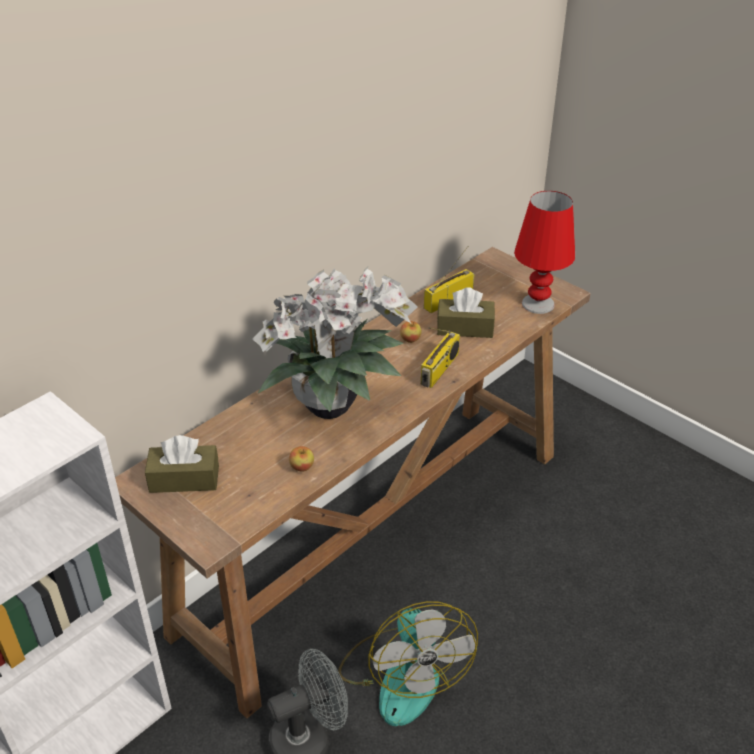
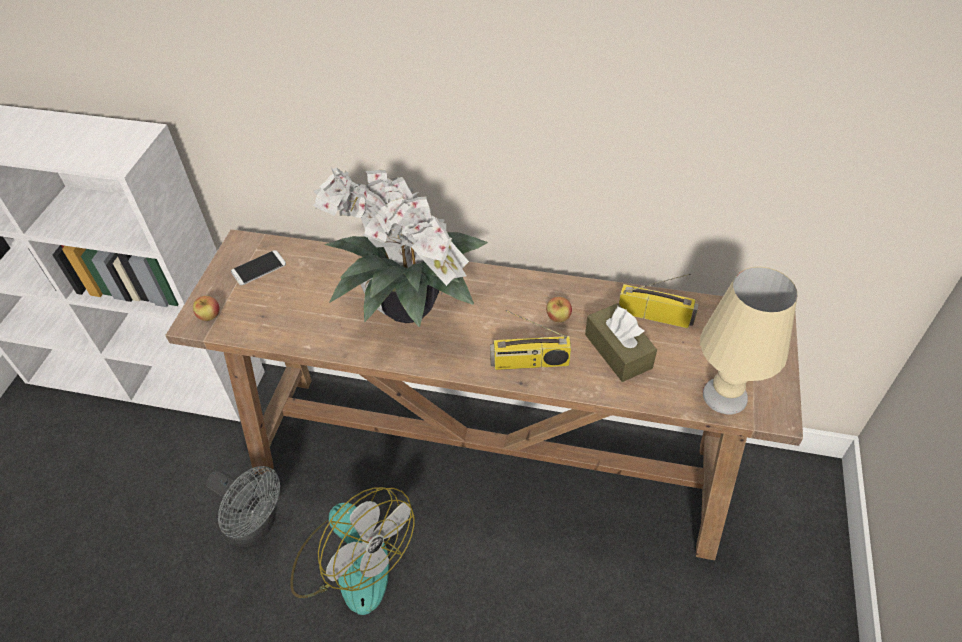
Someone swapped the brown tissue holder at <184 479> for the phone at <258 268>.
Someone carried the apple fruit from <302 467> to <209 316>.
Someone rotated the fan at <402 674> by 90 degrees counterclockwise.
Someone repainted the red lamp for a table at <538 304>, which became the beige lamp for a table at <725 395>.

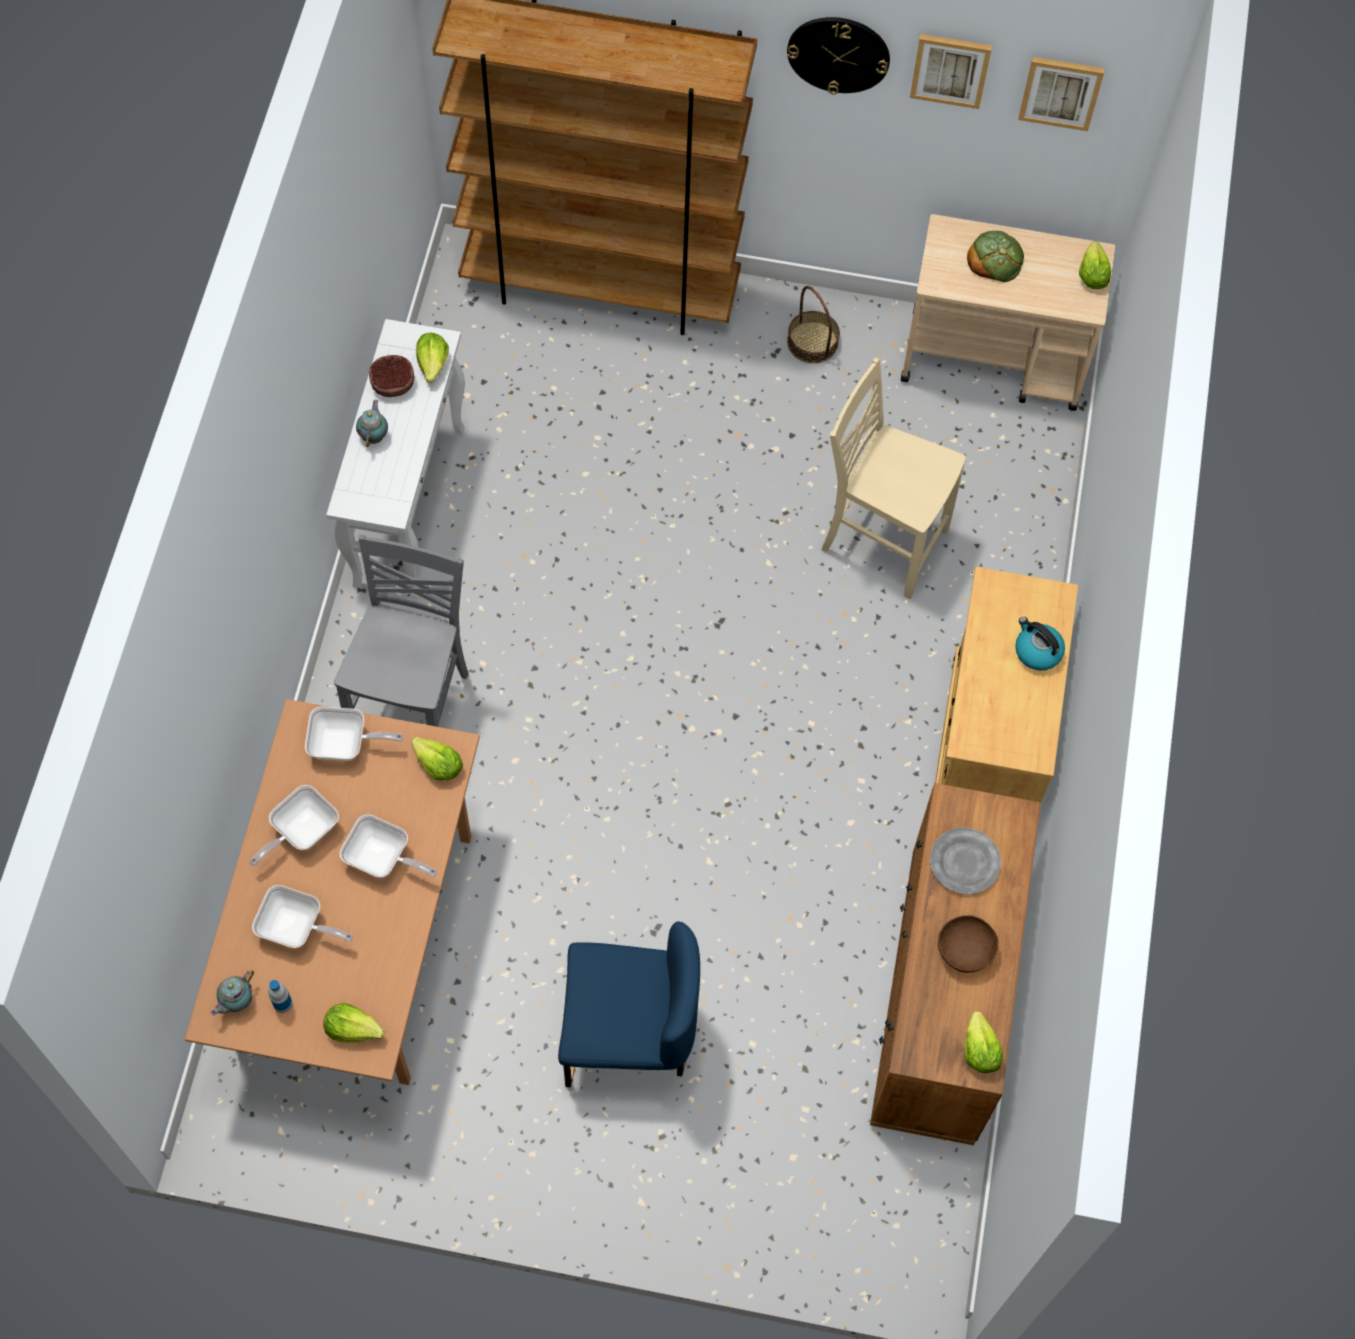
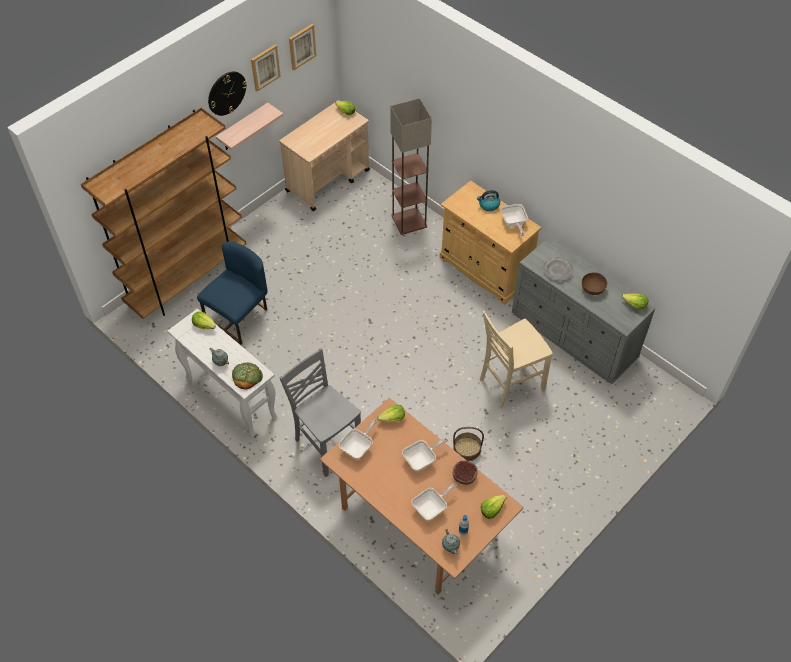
Someone carried the skillet from <301 832> to <513 224>.
Someone carried the deep dish from <392 383> to <464 476>.
Someone carried the blue-coloured upright chair from <628 1035> to <239 317>.
Someone carried the basket from <812 342> to <467 449>.
Someone carried the beige upright chair from <881 540> to <509 384>.
Someone repainted the brown dresser at <940 998>, which became the gray dresser at <574 336>.
Someone carried the bread from <995 259> to <247 376>.
Someone put up the wall shelf at <243 128>.
Someone put down the standard lamp at <409 221>.

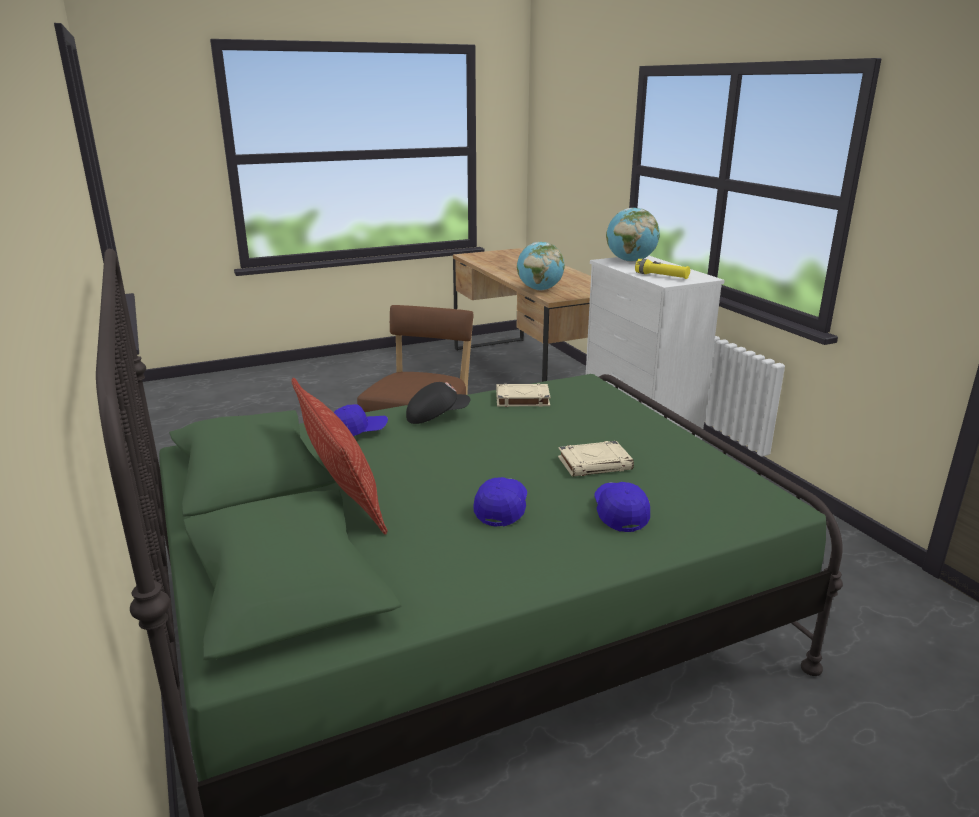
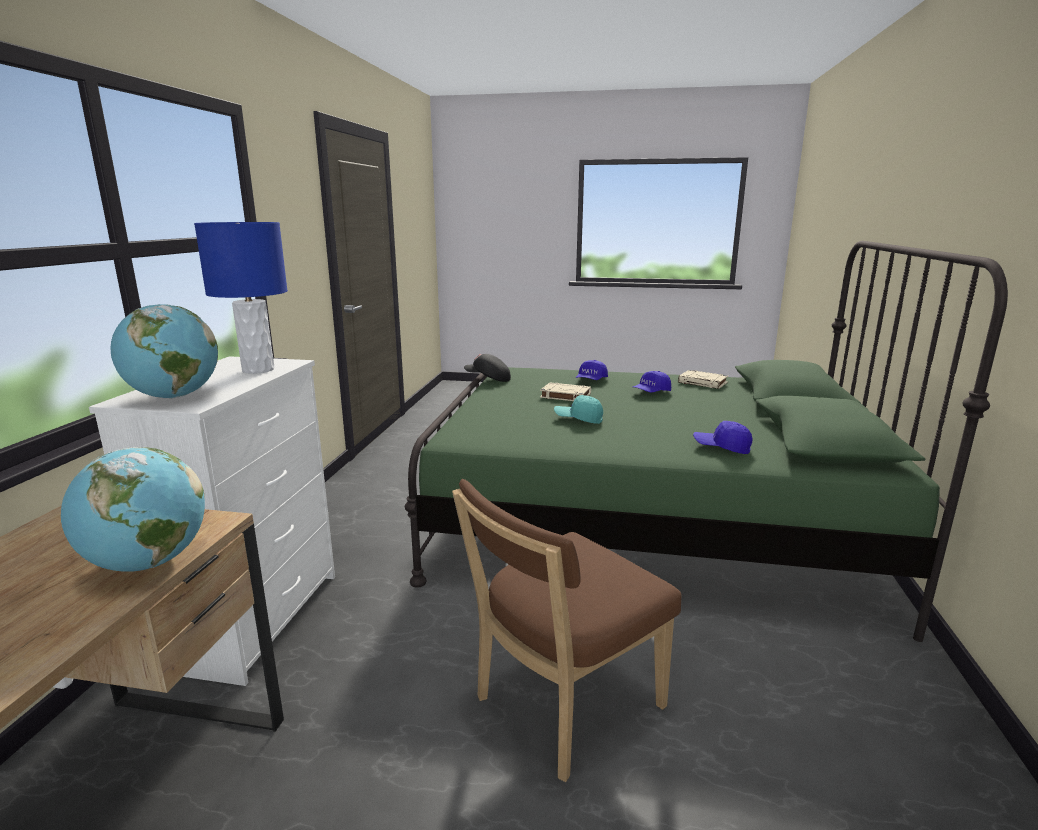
Someone took away the throw pillow at <342 493>.
Someone carried the black-coloured baseball cap from <436 416> to <488 379>.
Someone carried the beige bound book from <521 399> to <703 383>.
Someone swapped the yellow flashlight at <661 276> for the blue-coloured lamp for a table at <258 369>.
Someone put down the blue-green baseball cap at <578 419>.

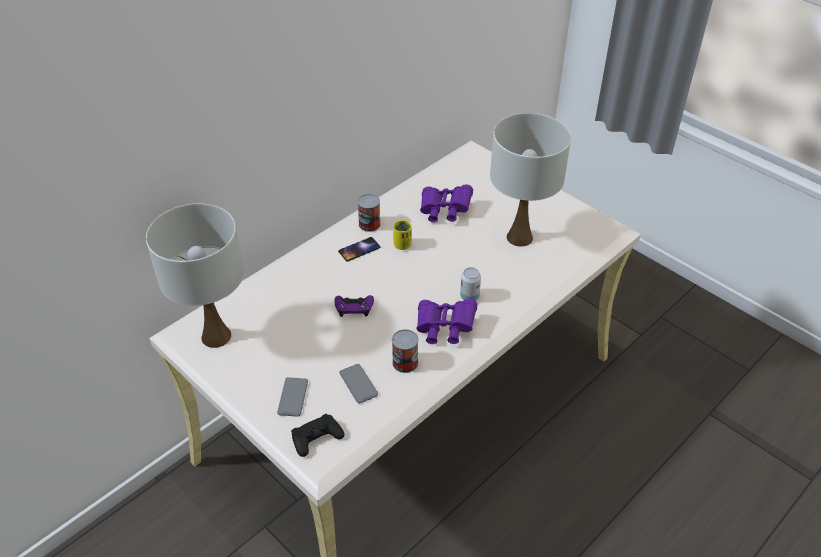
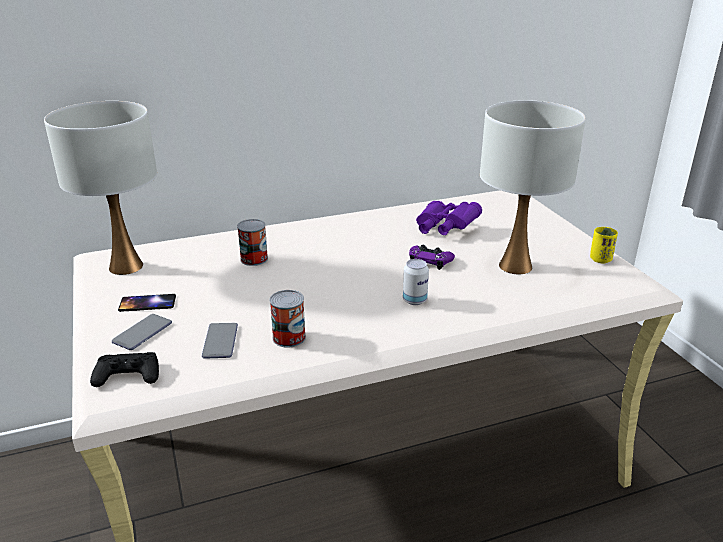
Someone carried the purple gamepad from <354 307> to <430 260>.
Someone carried the phone from <359 249> to <147 303>.
Someone carried the can from <369 224> to <254 259>.
Someone carried the yellow small cup from <402 245> to <600 259>.
Someone took away the purple pair of binoculars at <444 329>.

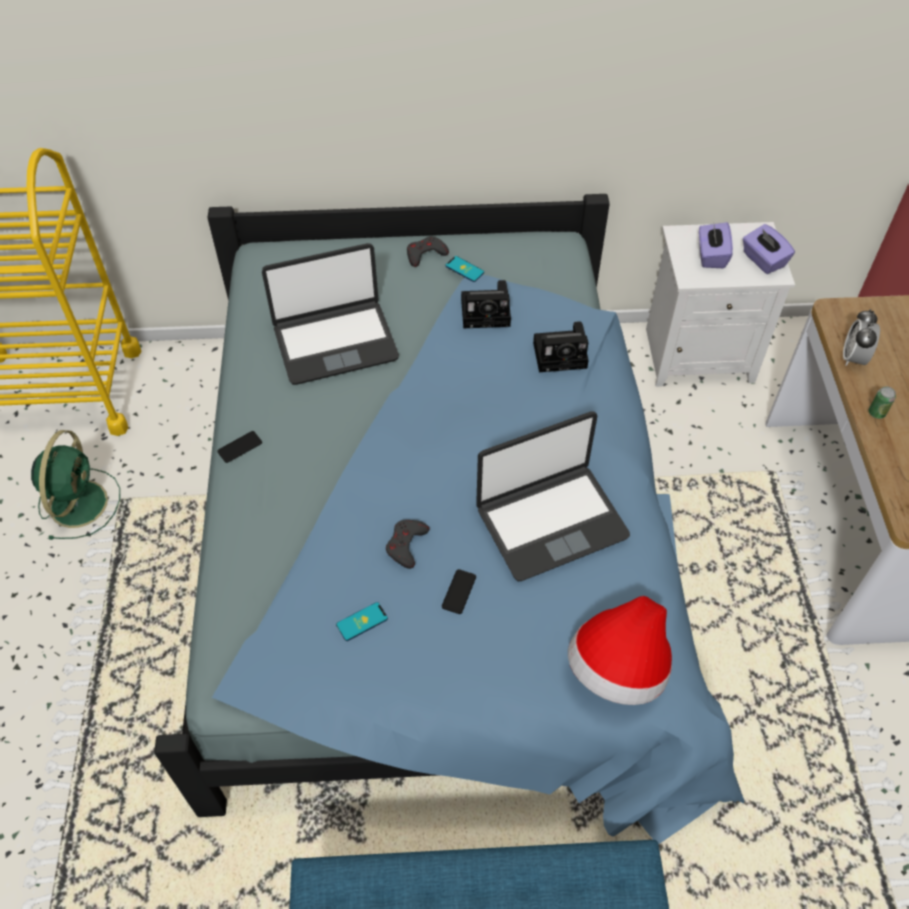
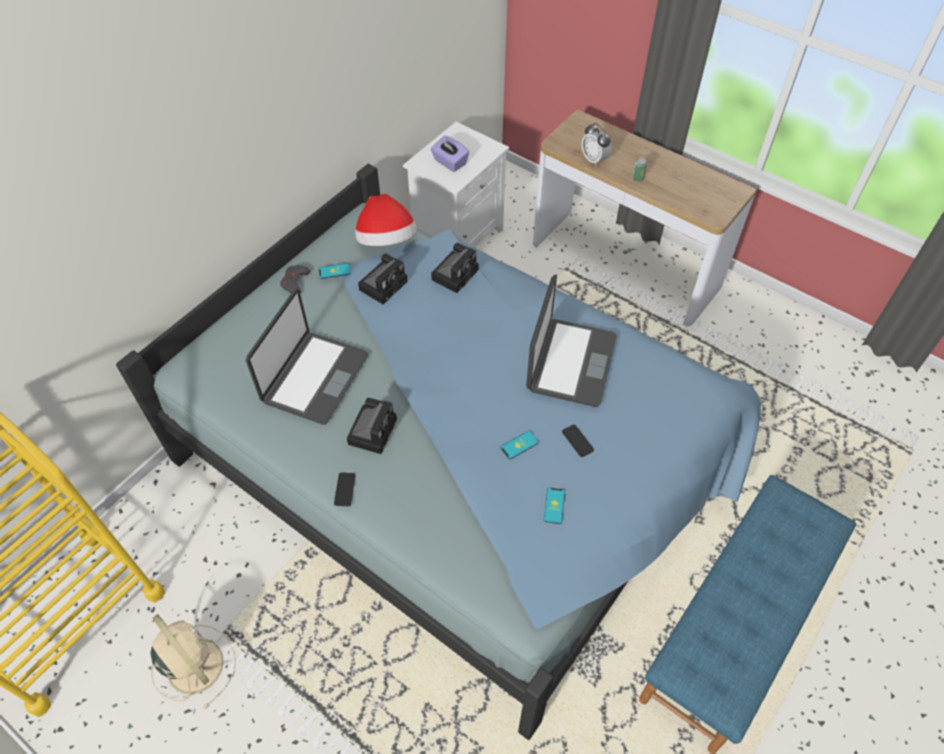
Someone repainted the green-coloured fan at <79 501>, which became the beige fan at <194 664>.
Someone swapped the gray gamepad at <406 545> for the phone at <519 445>.
Someone carried the clothing hat from <618 669> to <387 241>.
Someone took away the purple tissue holder at <763 260>.
Someone put down the photo camera at <373 429>.

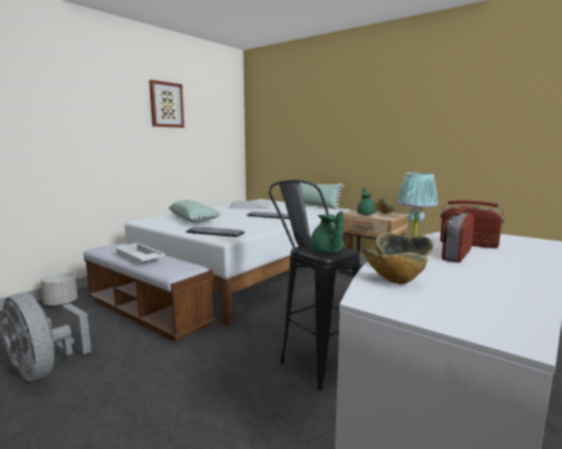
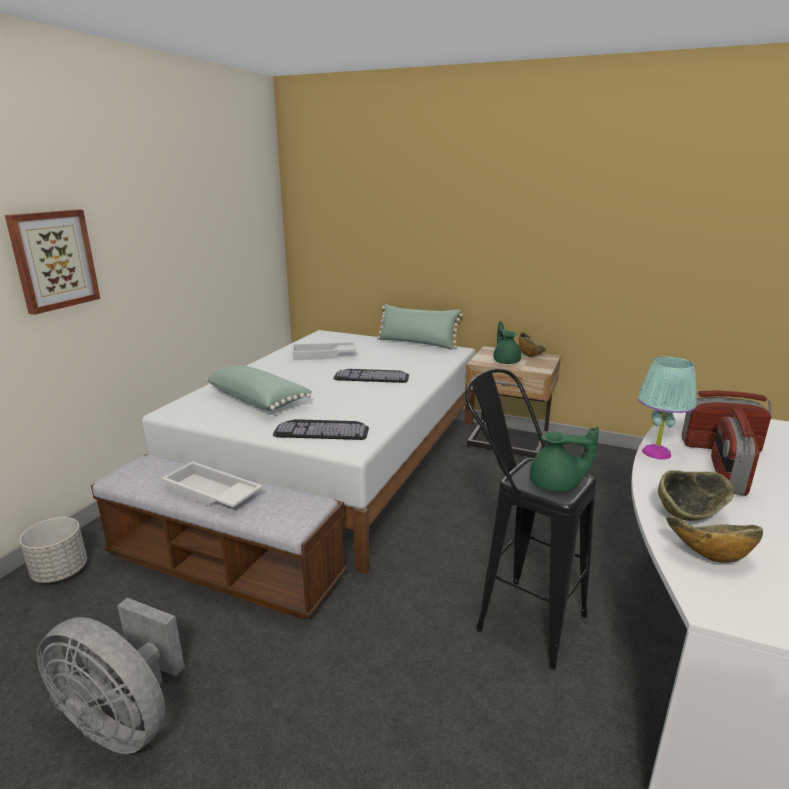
Someone carried the wall art from <166 105> to <53 260>.
Someone rotated the green-coloured pot for tea at <327 252> by 45 degrees counterclockwise.

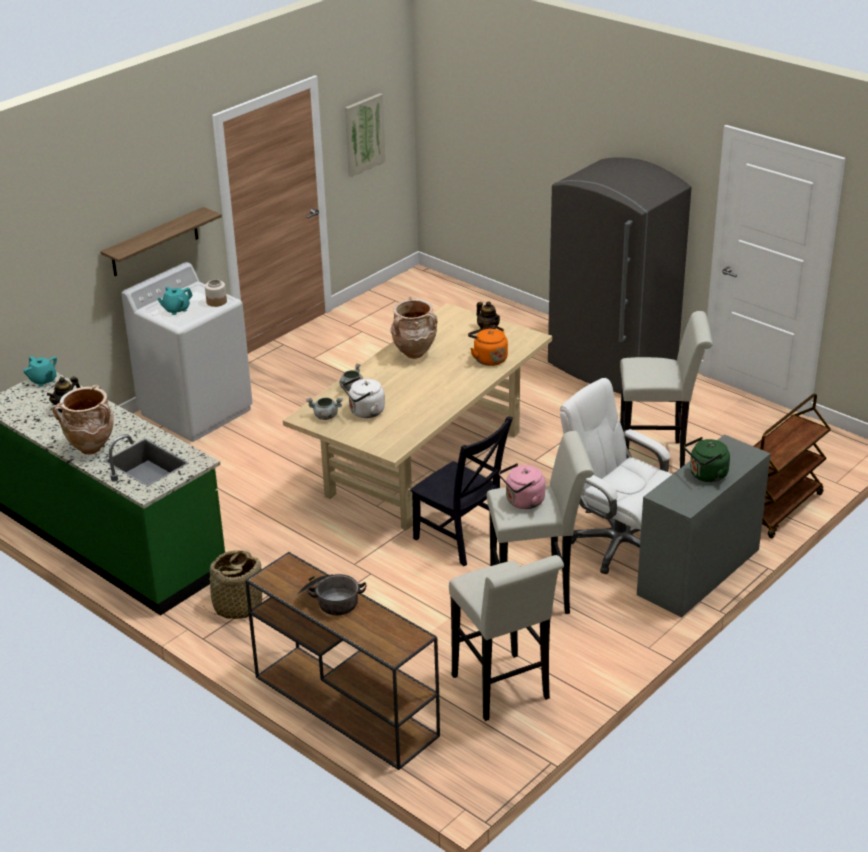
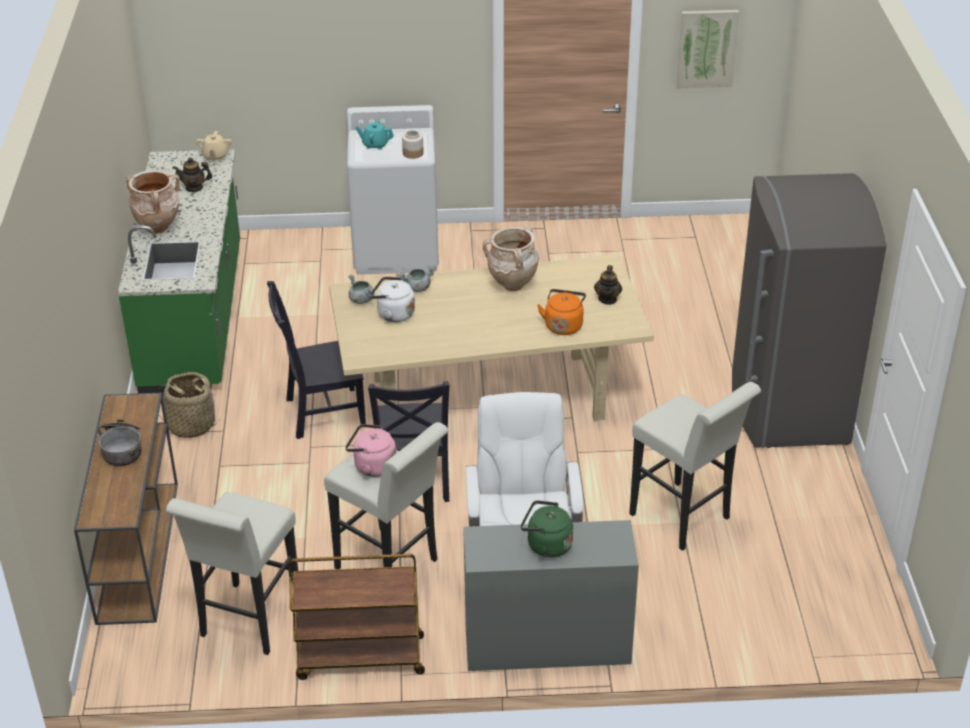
Someone repainted the blue-green pot for tea at <43 380>, which became the beige pot for tea at <215 156>.
Someone took away the wall shelf at <154 242>.
Someone carried the brown wheeled cart from <778 509> to <359 658>.
Someone put down the black-coloured upright chair at <321 413>.

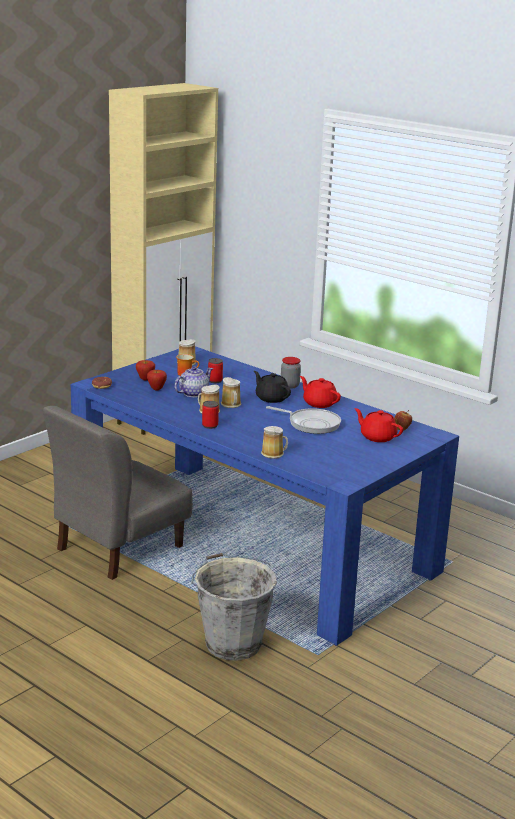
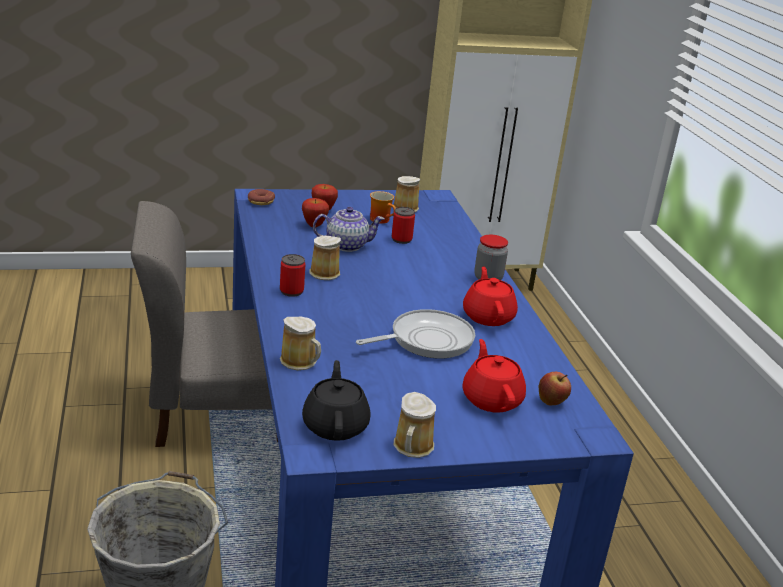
Someone carried the coffee mug from <231 405> to <412 447>.
Someone carried the black-coloured pot for tea from <271 398> to <335 425>.
Someone rotated the skillet at <311 424> by 90 degrees counterclockwise.

